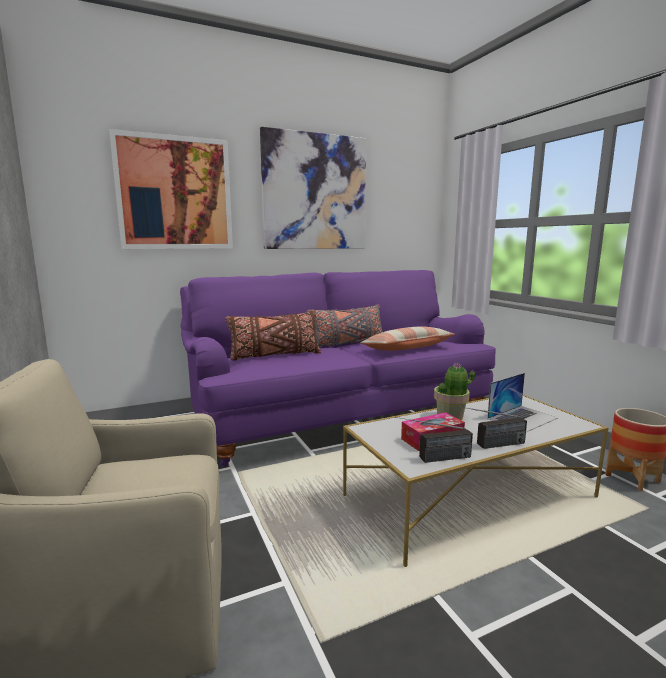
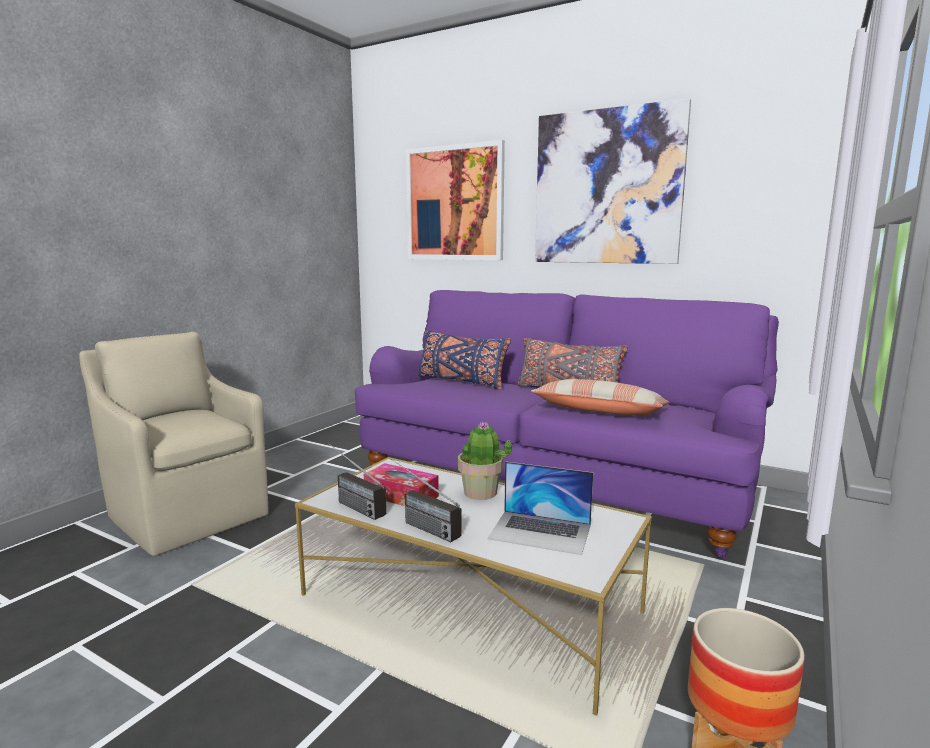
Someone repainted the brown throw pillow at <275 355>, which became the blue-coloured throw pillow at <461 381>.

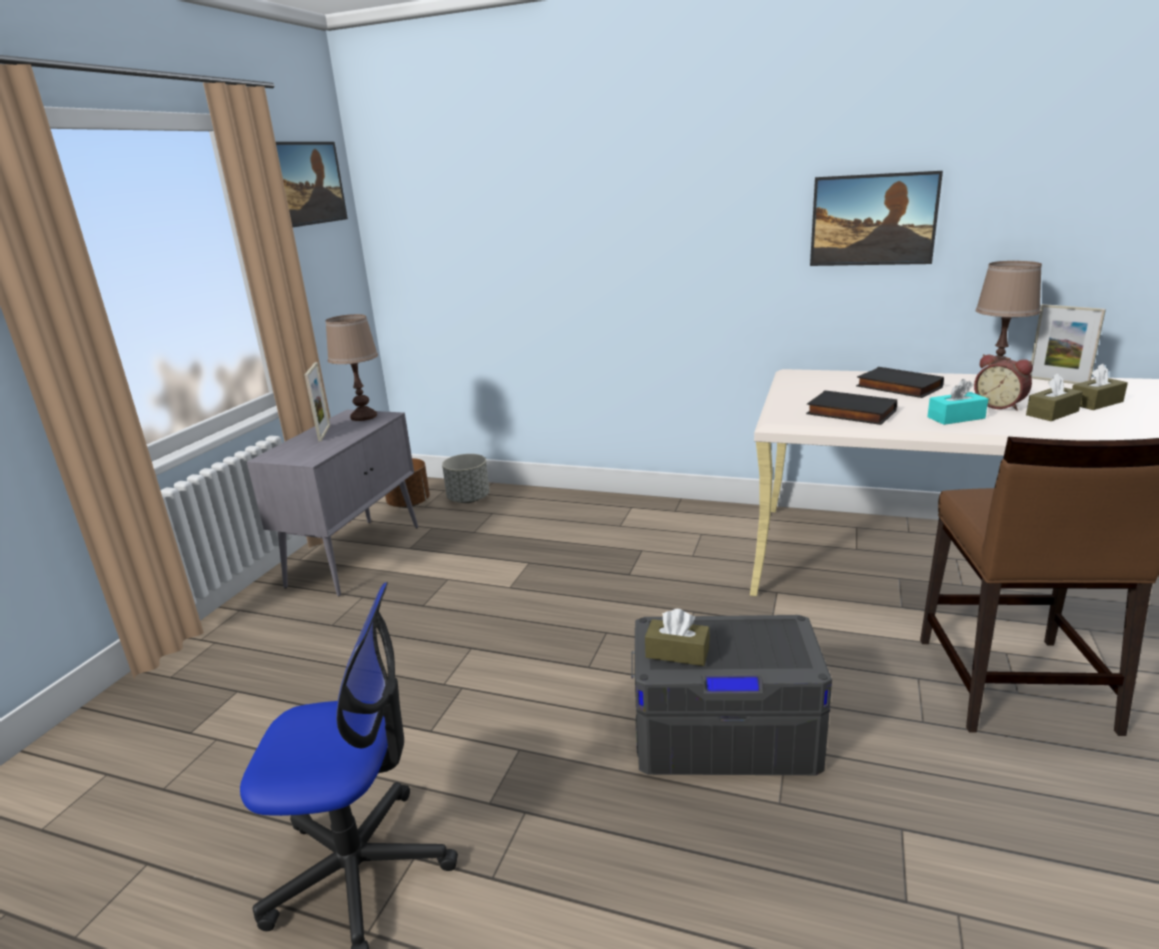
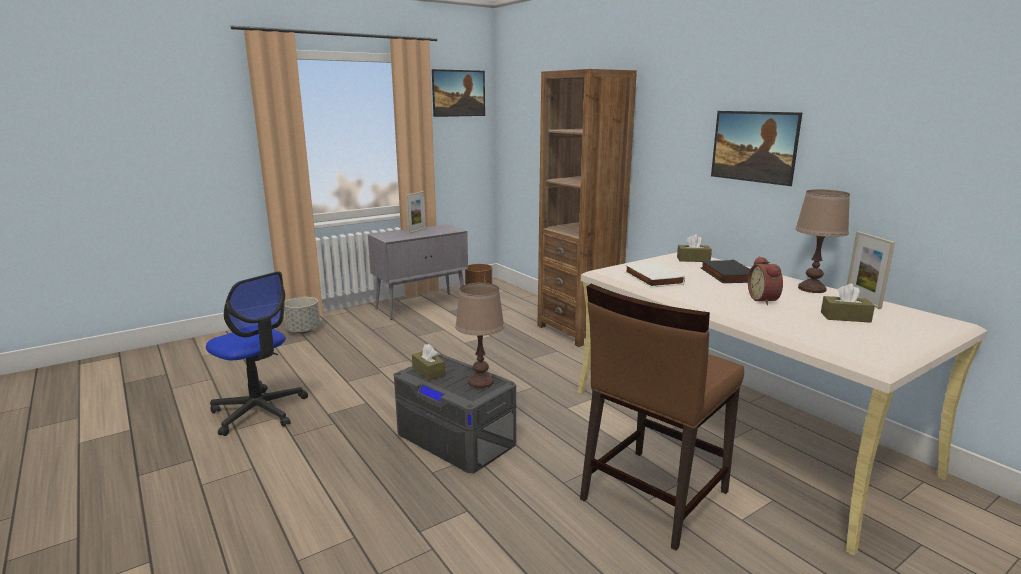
Someone carried the brown lamp for a table from <363 416> to <481 382>.
Someone carried the gray planter from <469 499> to <304 330>.
Someone repainted the black-coloured bound book at <849 413>, which became the whitish bound book at <652 278>.
Someone took away the blue-green tissue holder at <956 418>.
Someone carried the brown tissue holder from <1052 413> to <693 259>.
Someone put down the brown bookcase at <578 330>.

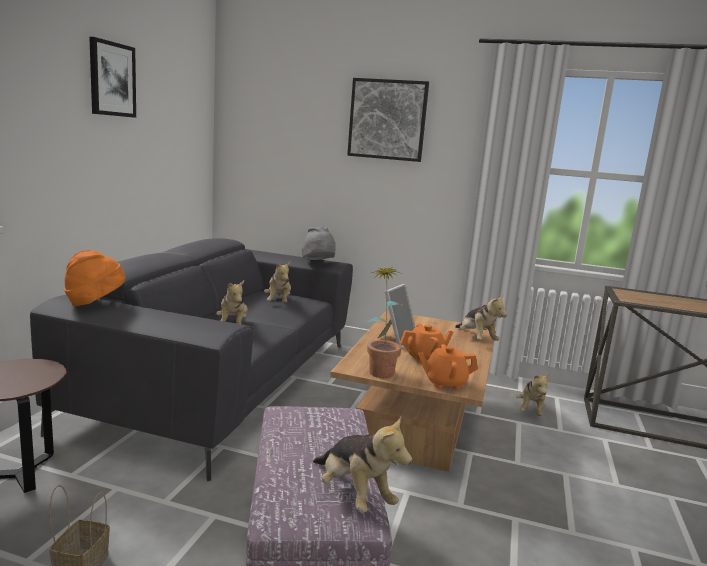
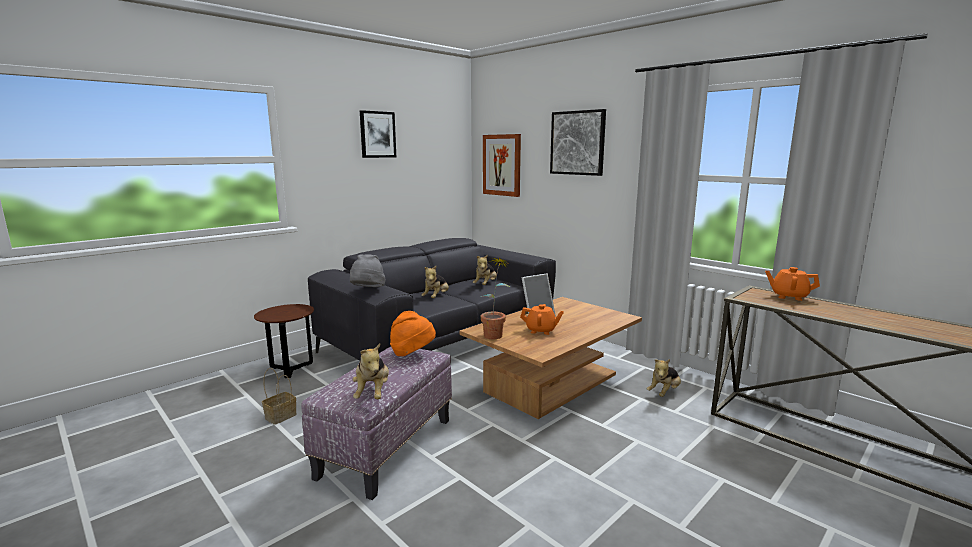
Someone carried the orange-coloured clothing hat from <95 303> to <412 353>.
Someone carried the gray clothing hat from <318 262> to <367 290>.
Someone carried the orange-coloured pot for tea from <444 383> to <789 296>.
Someone took away the plush toy at <476 339>.
Someone put up the wall art at <502 165>.

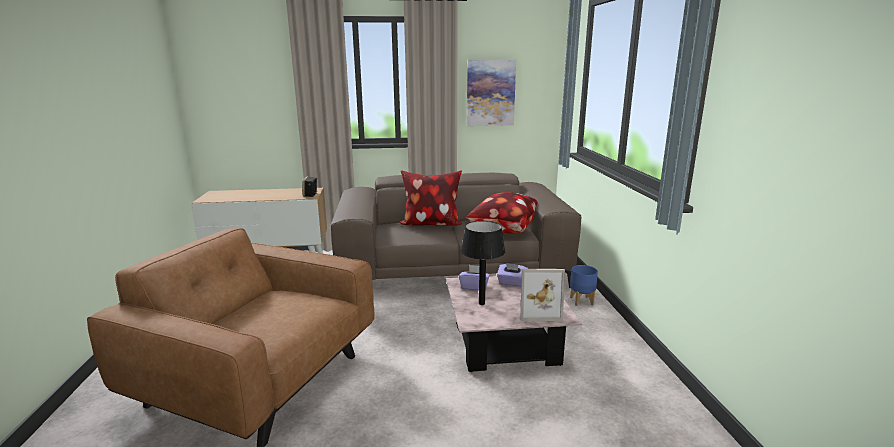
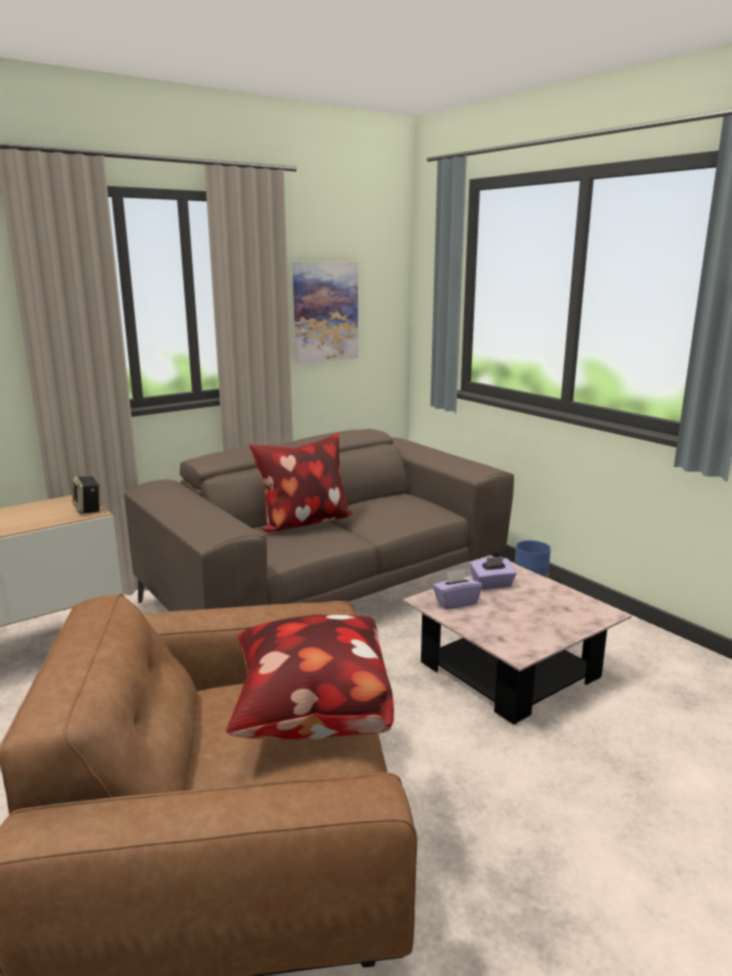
Someone took away the black-coloured lamp for a table at <481 303>.
Someone carried the throw pillow from <503 230> to <310 718>.
Someone took away the photo frame at <538 311>.

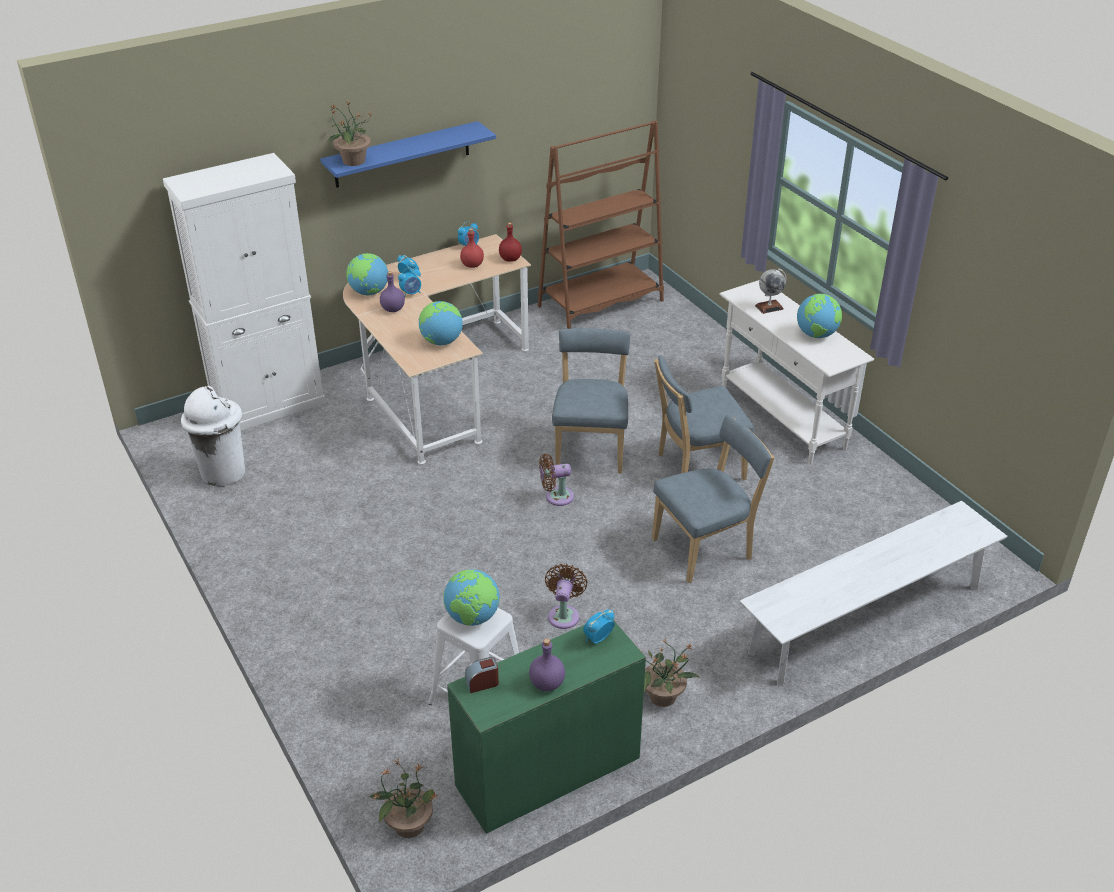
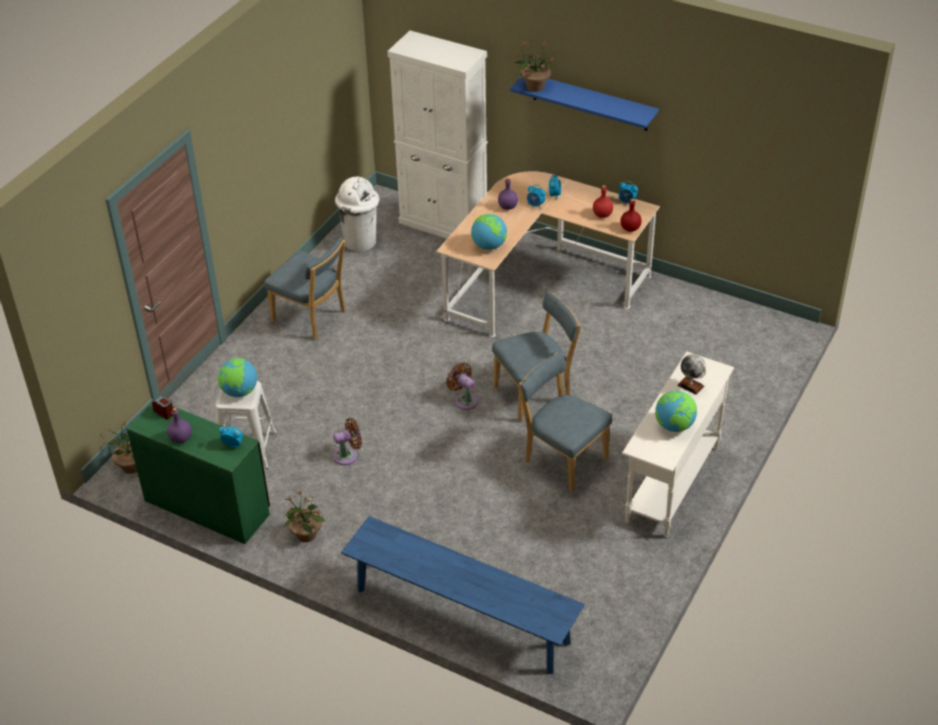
Someone took away the desk globe at <369 292>.
Someone took away the brown bookcase at <601 304>.
Someone carried the blue-coloured upright chair from <706 548> to <312 317>.
Someone repainted the whitish long seat at <866 619>, which became the blue-coloured long seat at <461 616>.

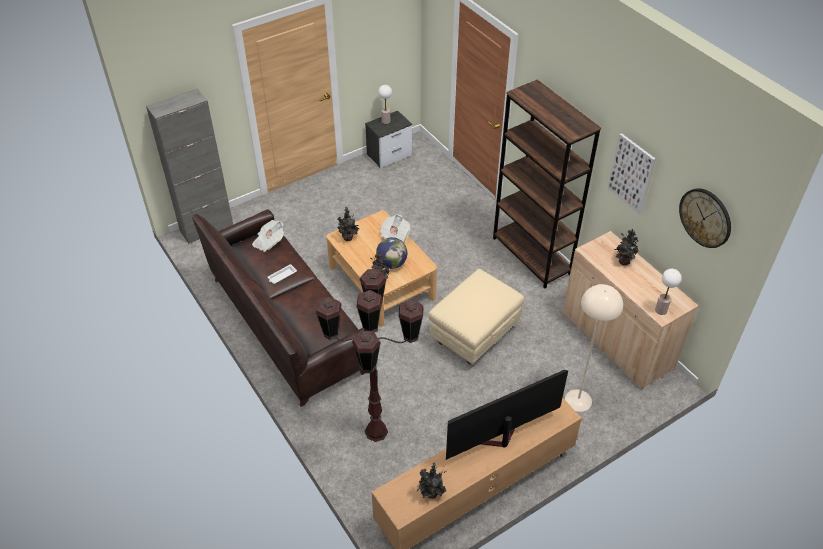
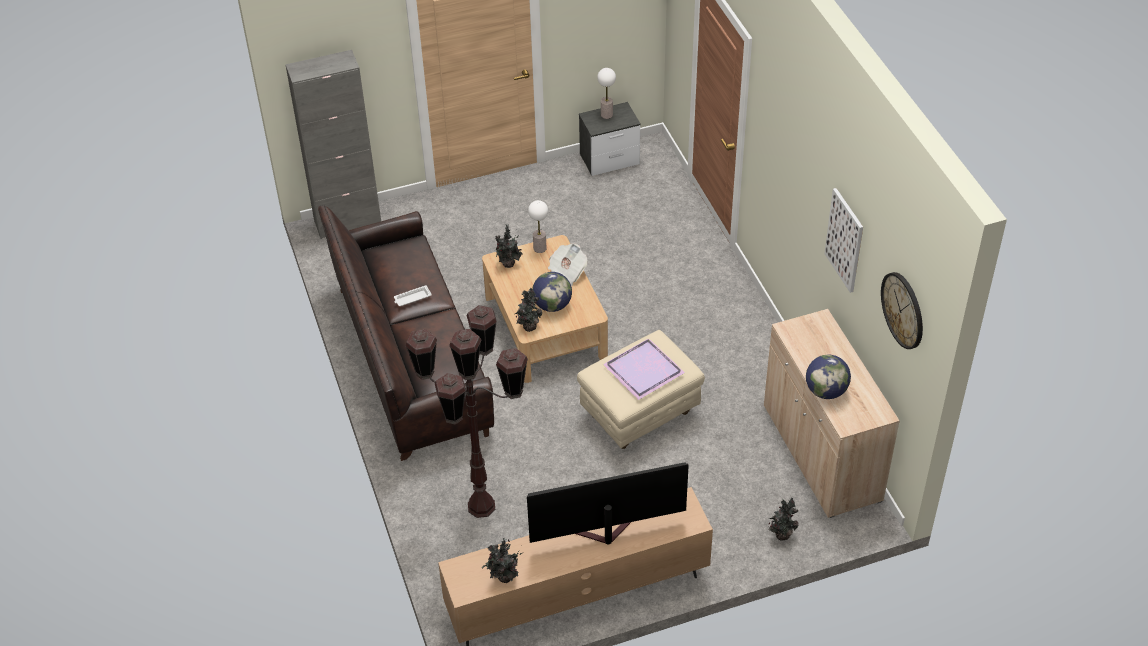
Someone took away the newspaper at <269 242>.
Someone took away the brown bookcase at <531 256>.
Someone took away the beige standard lamp at <578 400>.
Someone carried the plant in a pot from <623 261> to <781 534>.
Someone carried the lamp for a table from <660 310> to <539 248>.
Someone put down the purple tray at <642 370>.
Someone put down the desk globe at <826 391>.

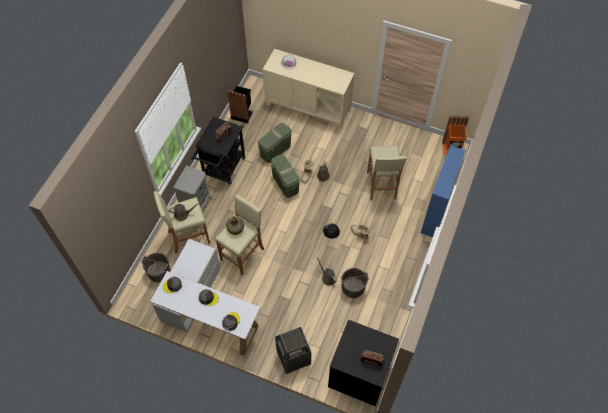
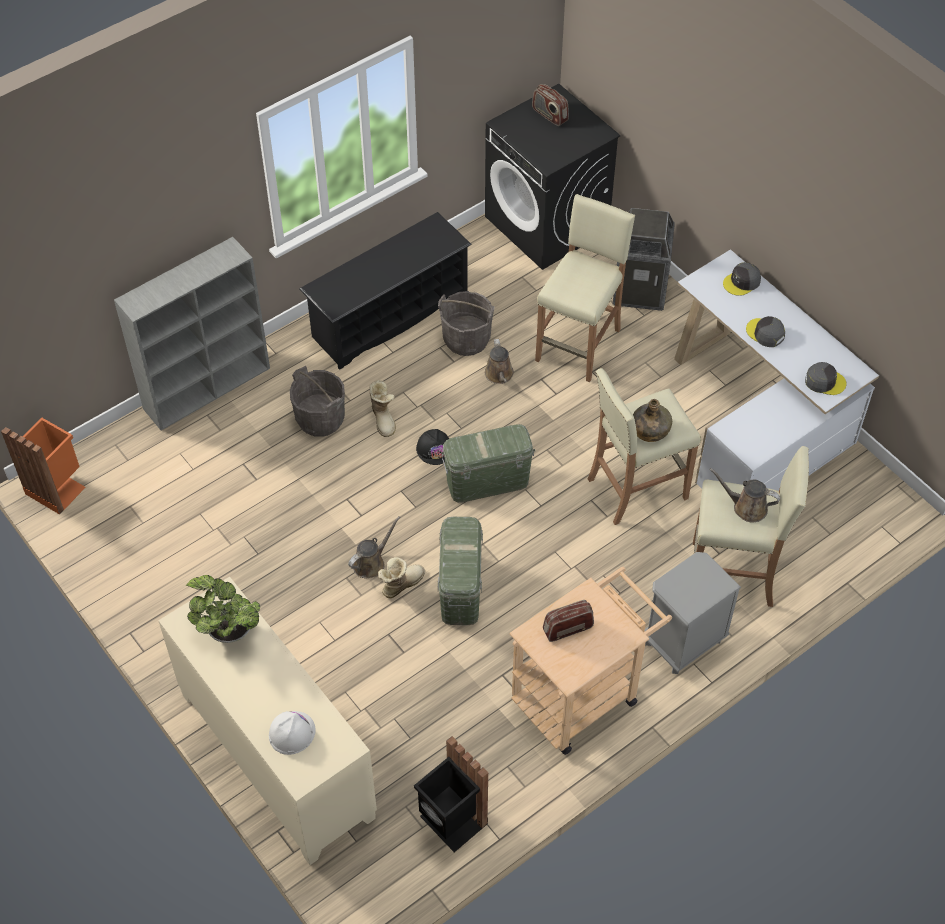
Someone carried the gray pail from <159 273> to <320 418>.
Someone repainted the black-coloured wheeled cart at <222 169>, which became the beige wheeled cart at <582 693>.
Someone carried the green-coloured storage bin from <275 150> to <487 482>.
Someone carried the beige stool seat from <381 186> to <579 344>.
Someone repainted the blue-coloured bookcase at <436 212>, which became the gray bookcase at <208 387>.
Someone put down the plant in a pot at <228 629>.
Someone put down the black-coloured shoe rack at <389 316>.

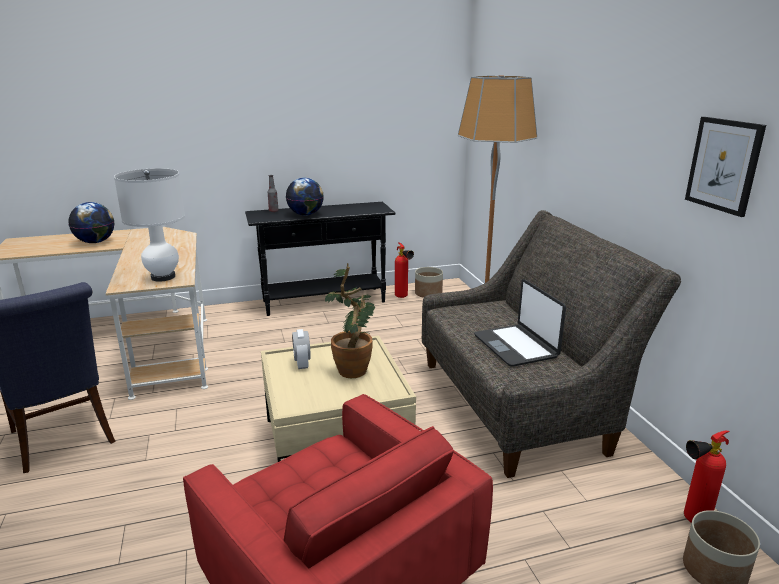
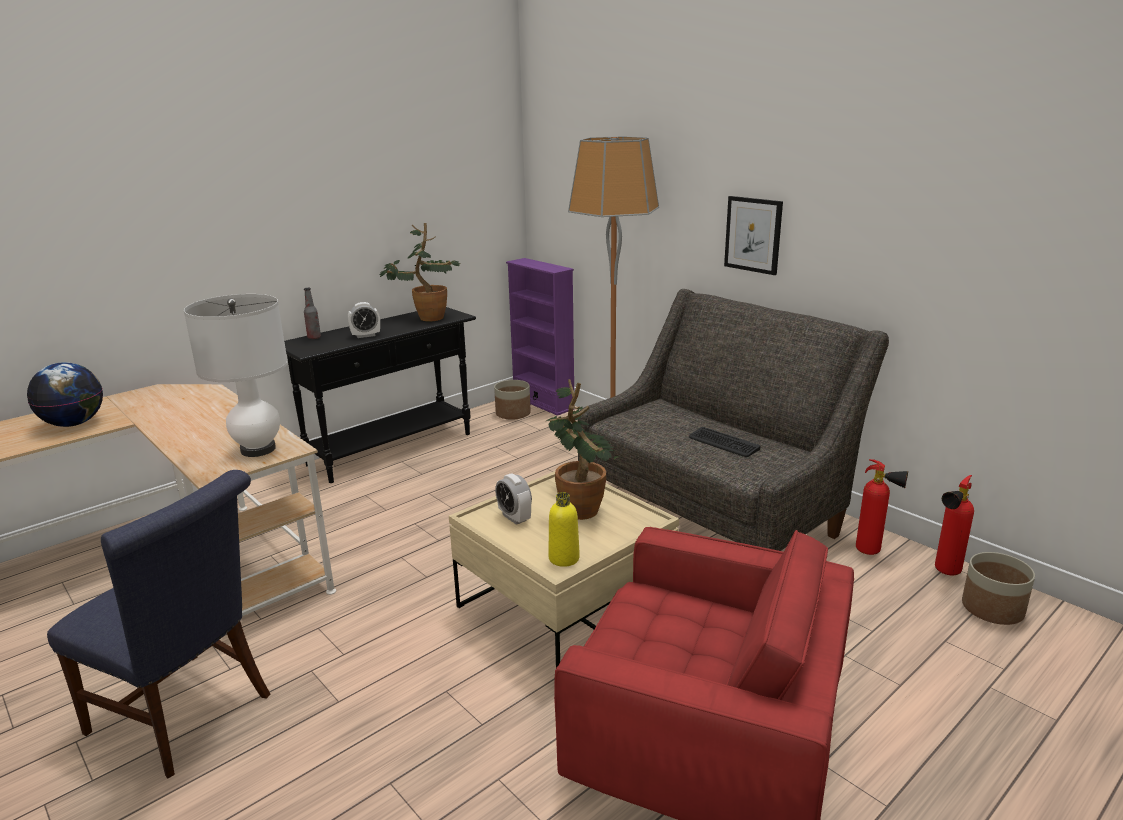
Someone swapped the desk globe at <306 214> for the alarm clock at <365 335>.
Someone carried the extinguisher from <403 297> to <873 552>.
Someone swapped the notebook computer at <516 346> for the PC keyboard at <723 443>.
Someone carried the wall art from <723 165> to <753 234>.
Someone put down the plant in a pot at <426 317>.
Someone put down the purple bookcase at <543 402>.
Someone put down the yellow bottle at <564 558>.

